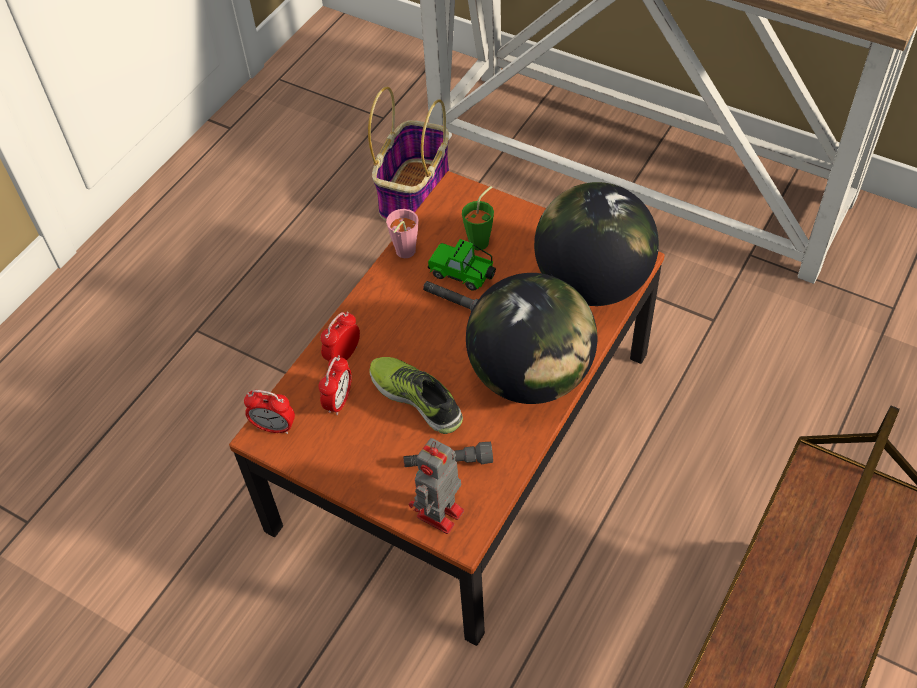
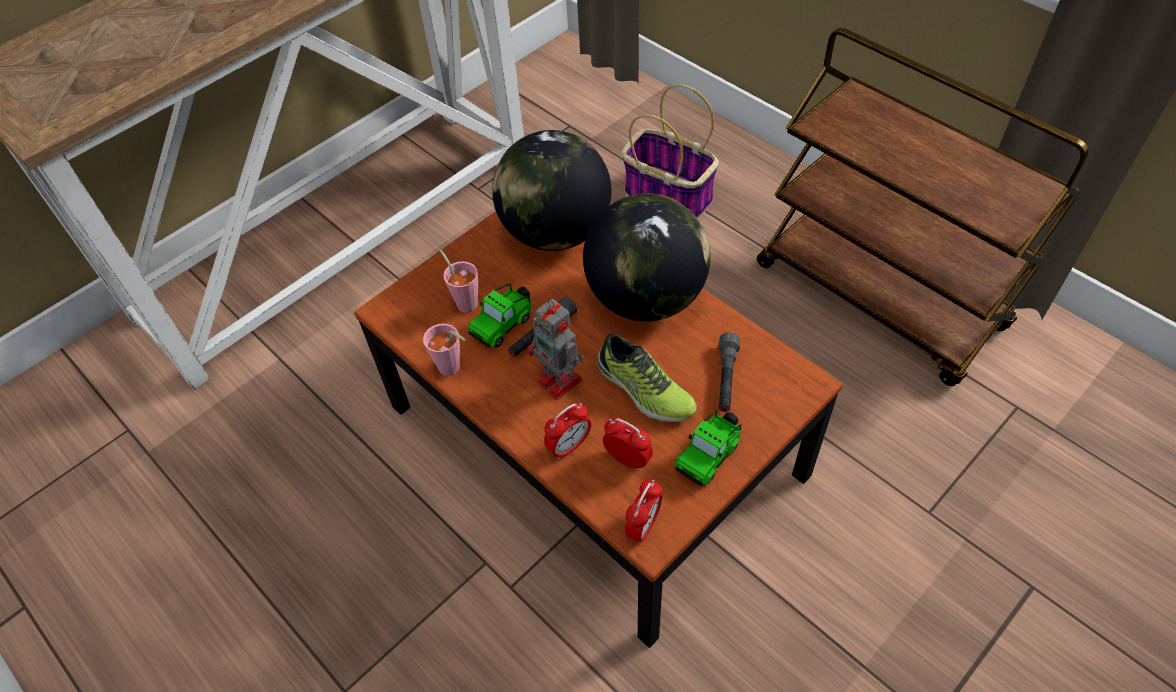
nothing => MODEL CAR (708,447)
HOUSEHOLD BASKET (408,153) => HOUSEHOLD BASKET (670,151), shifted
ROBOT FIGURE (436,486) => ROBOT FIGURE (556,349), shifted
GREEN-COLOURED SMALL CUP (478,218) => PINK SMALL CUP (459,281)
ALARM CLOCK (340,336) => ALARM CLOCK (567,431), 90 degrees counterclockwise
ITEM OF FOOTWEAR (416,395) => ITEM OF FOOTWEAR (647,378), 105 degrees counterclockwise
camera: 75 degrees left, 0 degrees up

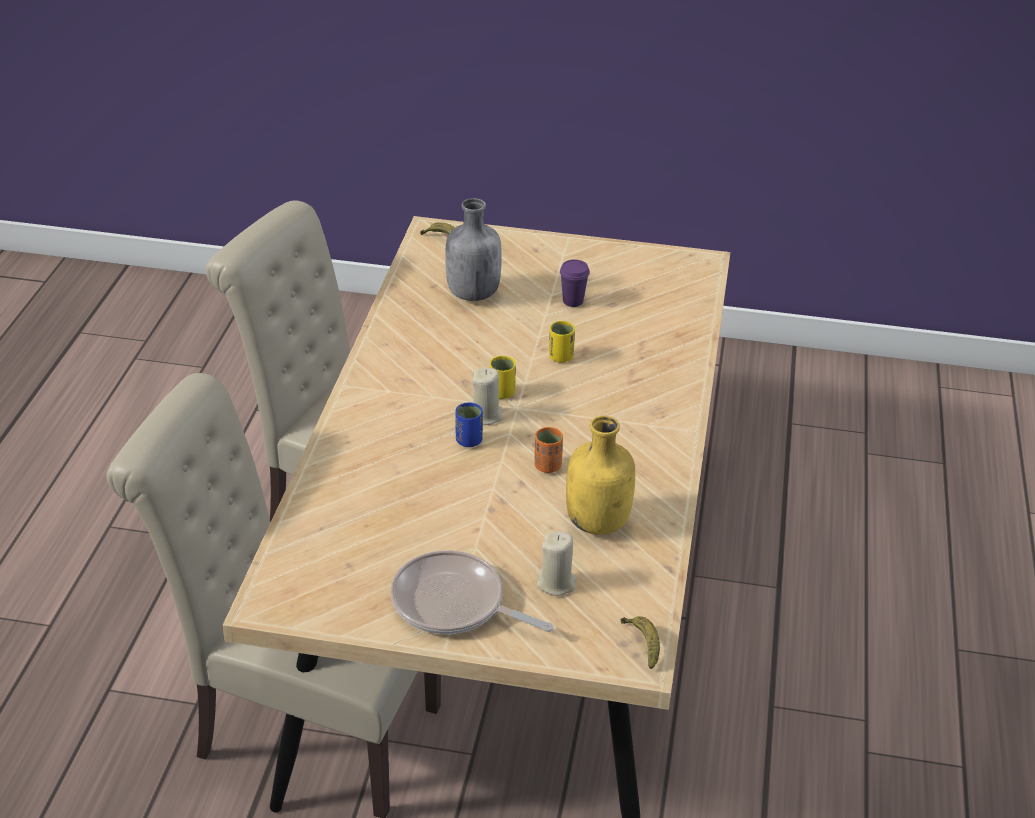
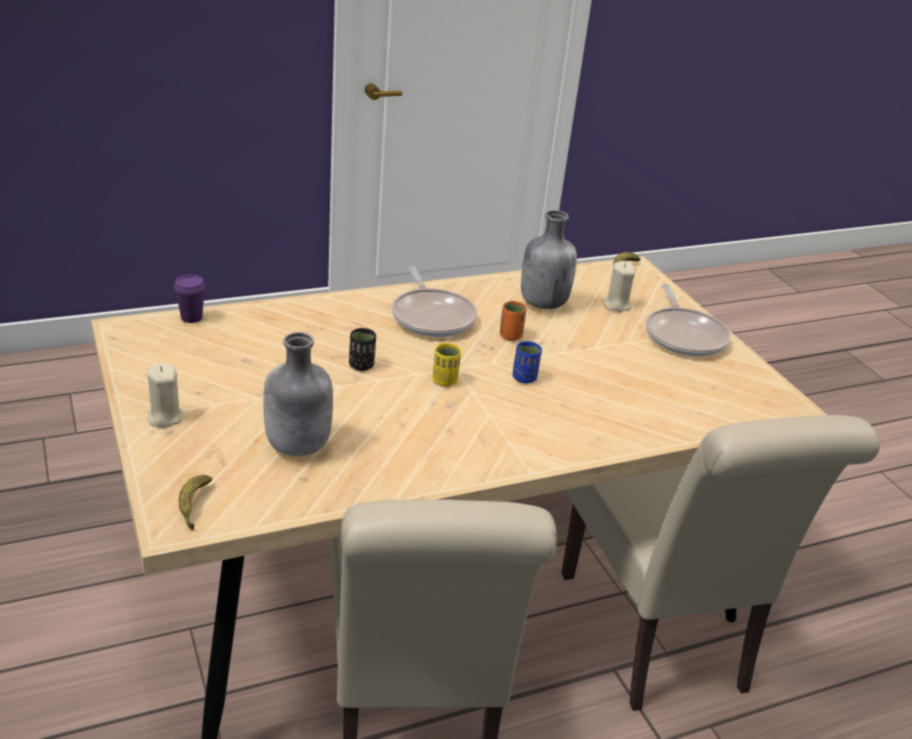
nothing => SKILLET (434,301)
SAND-COLOURED WAX LIGHT (487,396) => SAND-COLOURED WAX LIGHT (165,395), shifted
PURPLISH SMALL CUP (575,283) => PURPLISH SMALL CUP (190,298), shifted
YELLOW SMALL CUP (562,342) => BLACK-COLOURED SMALL CUP (362,349)
YELLOW DRINK BOTTLE (600,475) => GREYISH DRINK BOTTLE (549,259)
camera: 125 degrees left, 5 degrees down

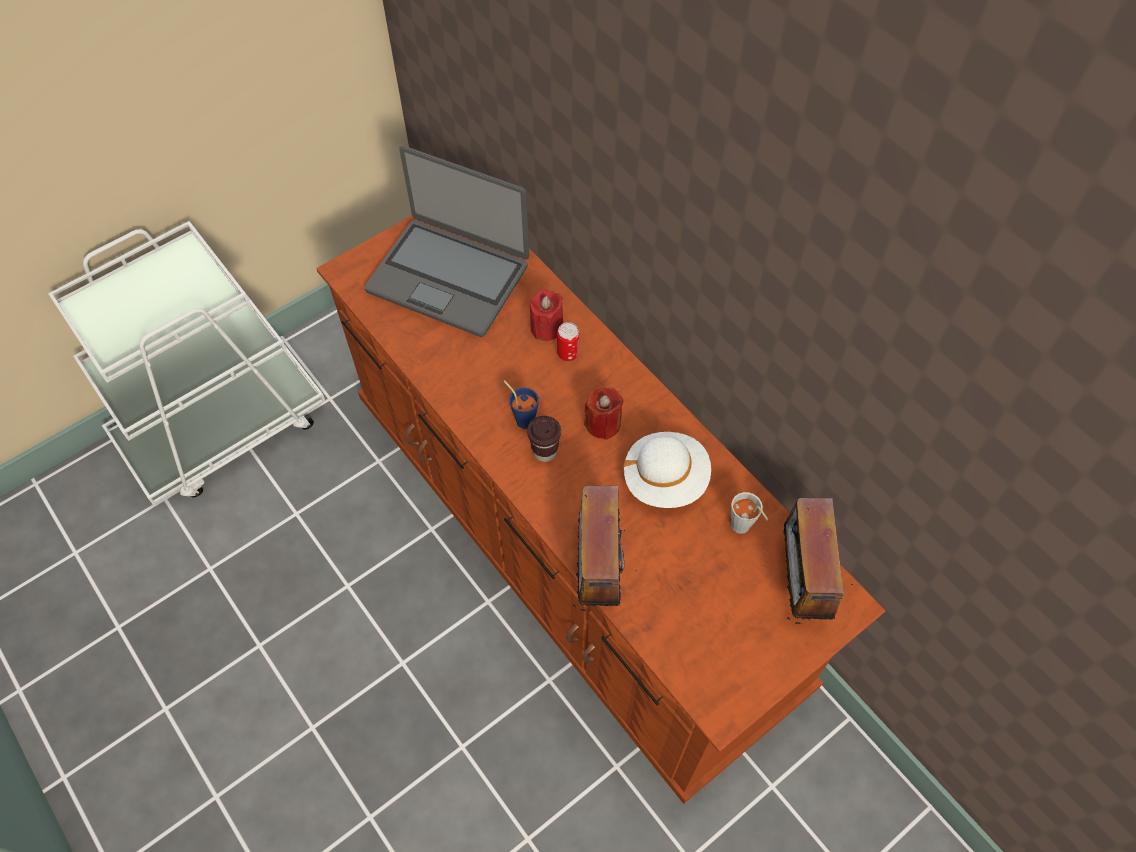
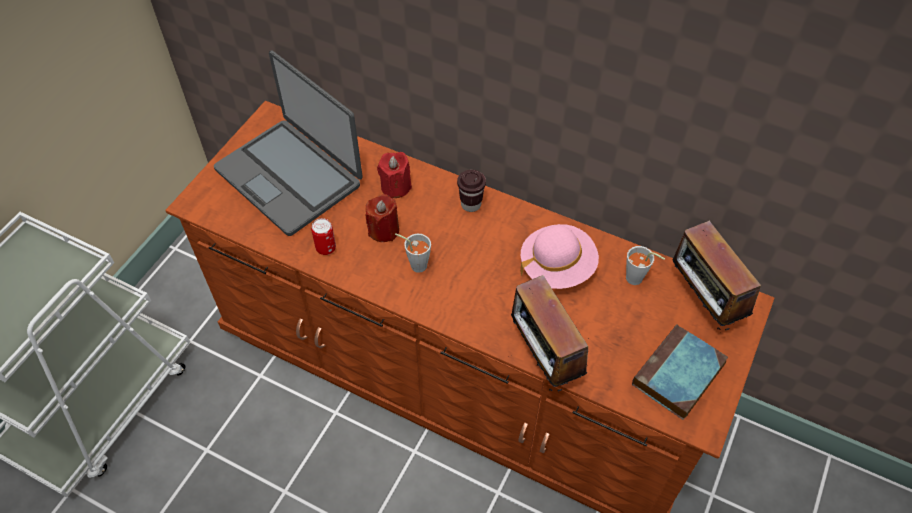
nothing => BOOK (680,372)
BROWNISH SMALL CUP (544,439) => BROWNISH SMALL CUP (471,191), shifted
SEALED CAN (568,341) => SEALED CAN (323,236), shifted
RED WAX LIGHT (603,414) => RED WAX LIGHT (382,218), shifted
BLUE-COLOURED SMALL CUP (521,404) => GREYISH SMALL CUP (413,253)
WHITE HAT (666,470) => PINK HAT (559,256)
PORTABLE COMPUTER (447,241) => PORTABLE COMPUTER (288,143), 45 degrees clockwise
camera: 25 degrees left, 5 degrees down

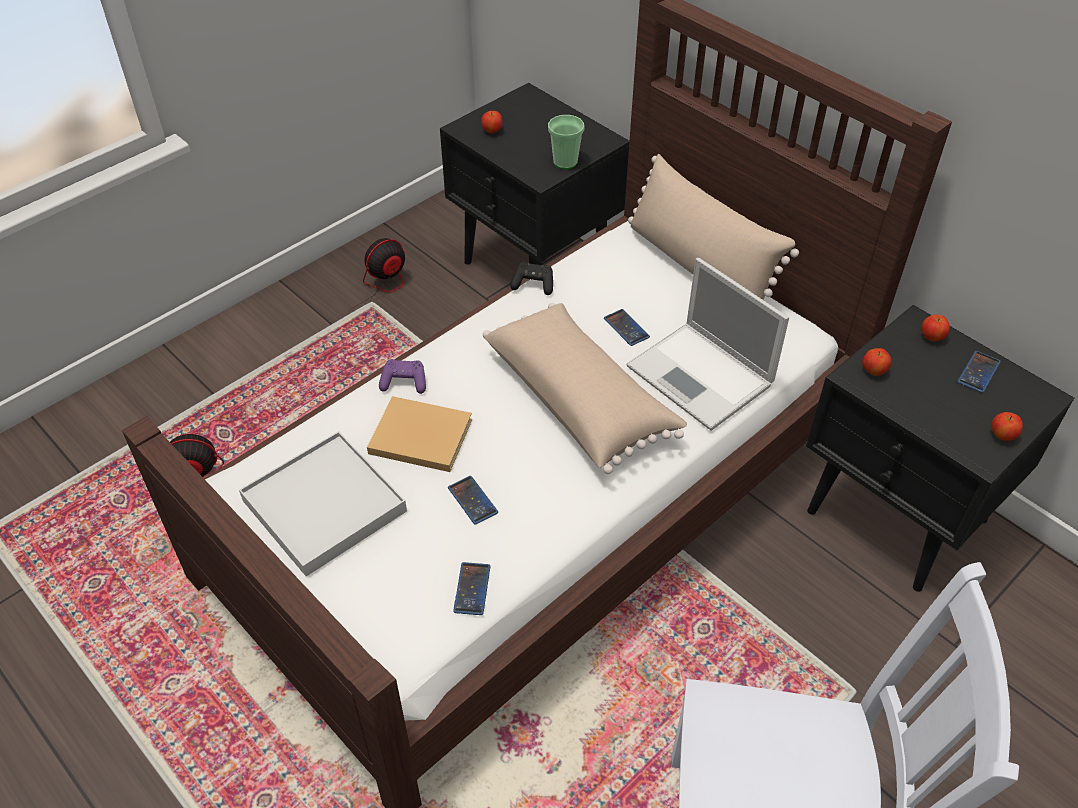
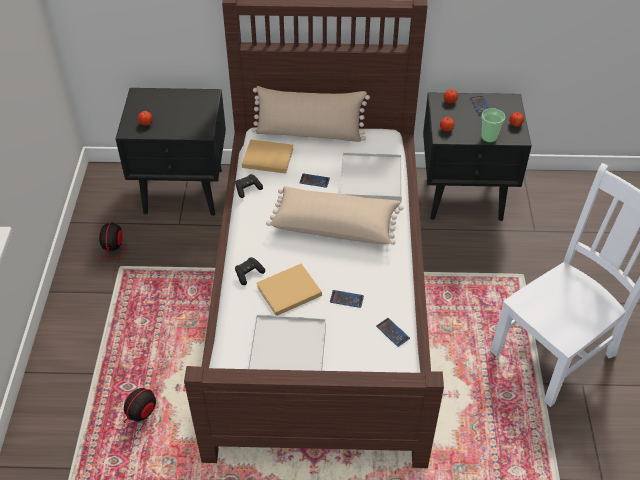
nothing => SAND-COLOURED BOOK (268,156)
SMALL CUP (566,142) => SMALL CUP (493,125), shifted
PORTABLE COMPUTER (707,344) => WHITE CARRYING TRAY (371,177)
PURPLISH GAME CONTROLLER (402,376) => BLACK-COLOURED GAME CONTROLLER (250,271)
camera: 45 degrees left, 0 degrees up

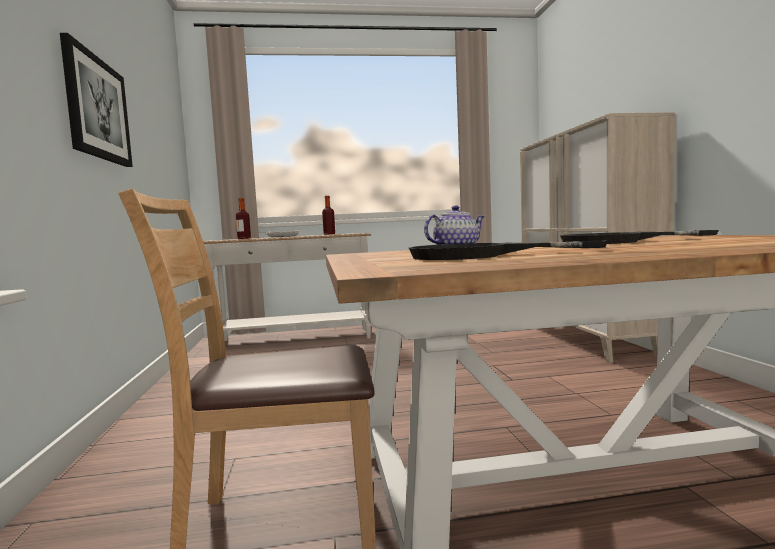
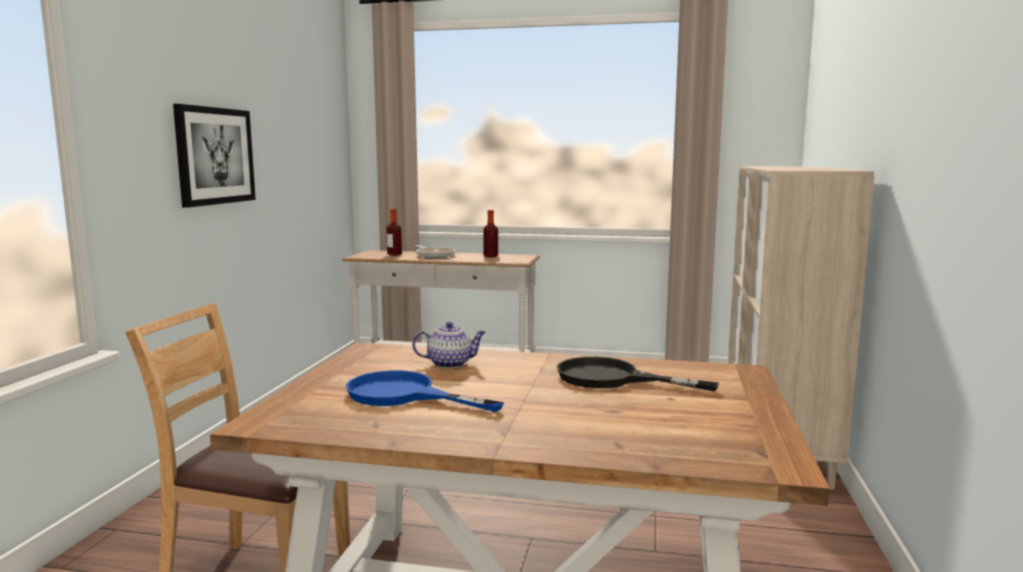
BLACK-COLOURED SKILLET (508,250) => BLUE-COLOURED SKILLET (425,391)
camera: 20 degrees right, 5 degrees up

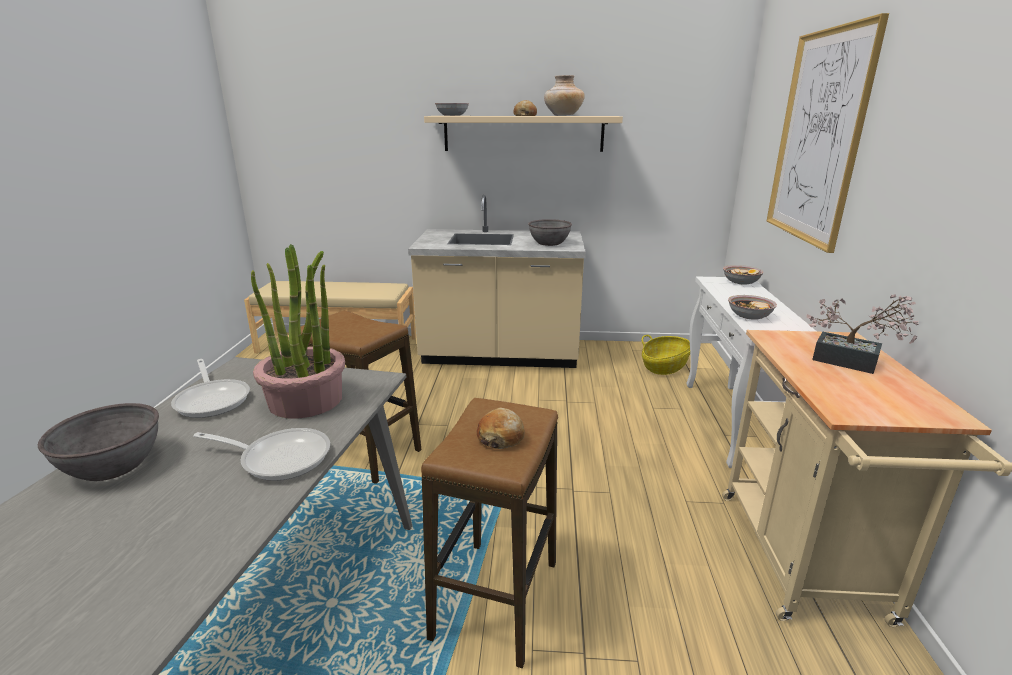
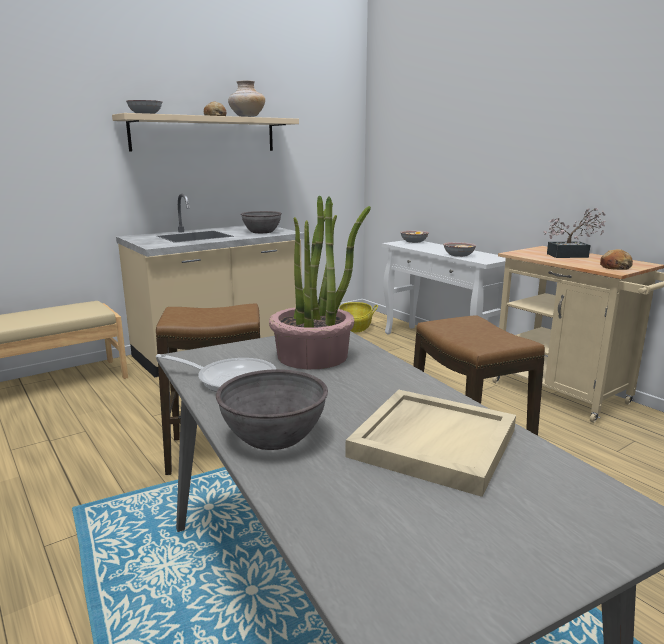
SKILLET (261,454) => nothing
WALL PICTURE (828,133) => nothing
nothing => SAND-COLOURED CARRYING TRAY (431,443)
BREAD (501,428) => BREAD (616,259), shifted
camera: 40 degrees left, 5 degrees down

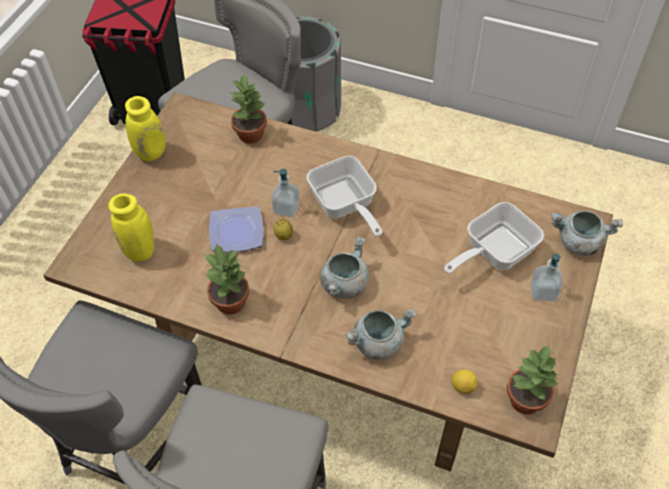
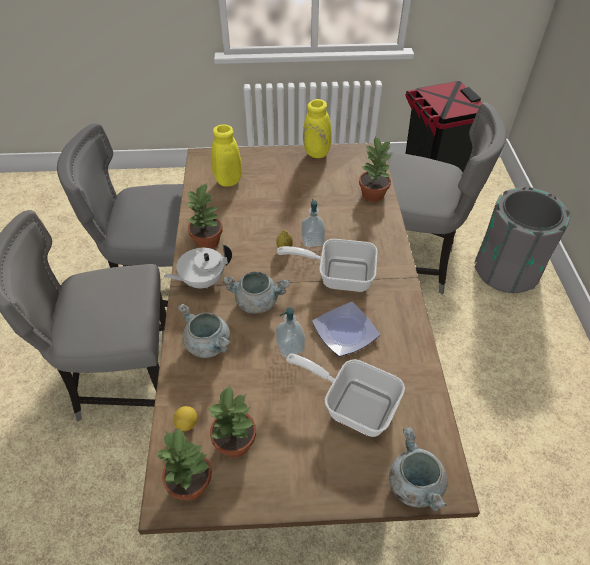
nothing => WHITE POT FOR TEA (198,266)
nothing => PLANT IN A POT (232,421)
DINNER PLATE (236,229) => DINNER PLATE (346,329), shifted
SOAP BOTTLE (547,277) => SOAP BOTTLE (290,332), shifted
SKILLET (344,196) => SKILLET (327,265), 60 degrees clockwise
camera: 65 degrees right, 5 degrees down

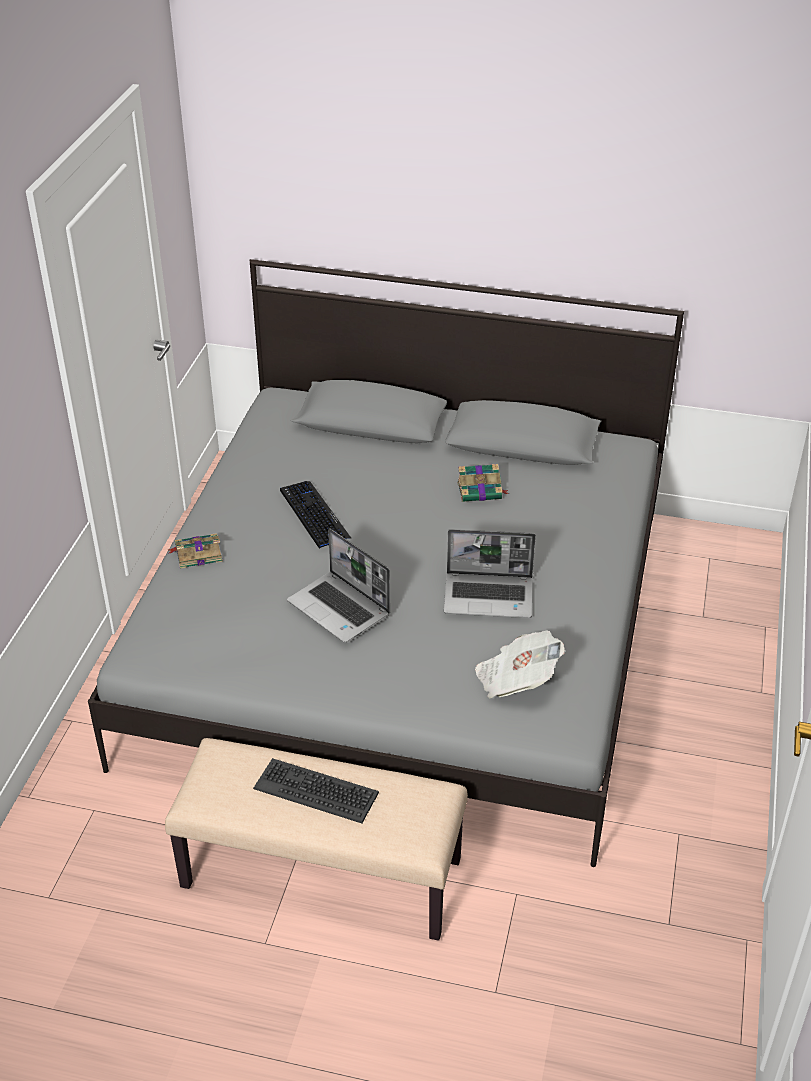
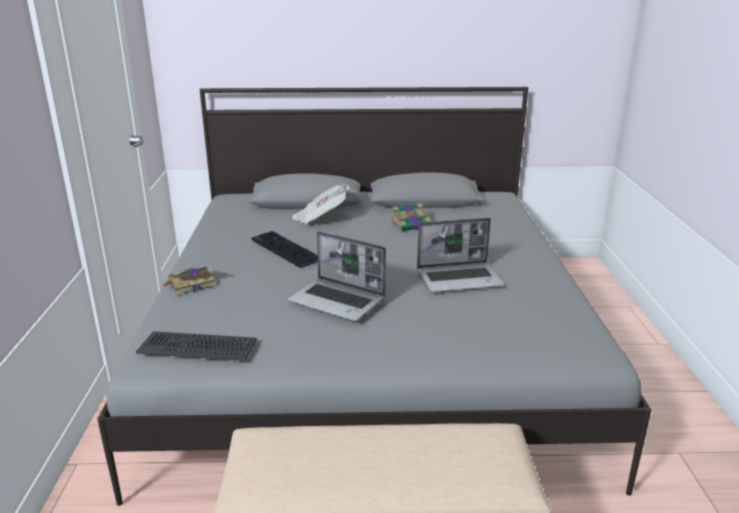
KEYBOARD (316,790) => KEYBOARD (196,346), shifted
NEWSPAPER (520,664) => NEWSPAPER (321,205), shifted
camera: 15 degrees left, 15 degrees down

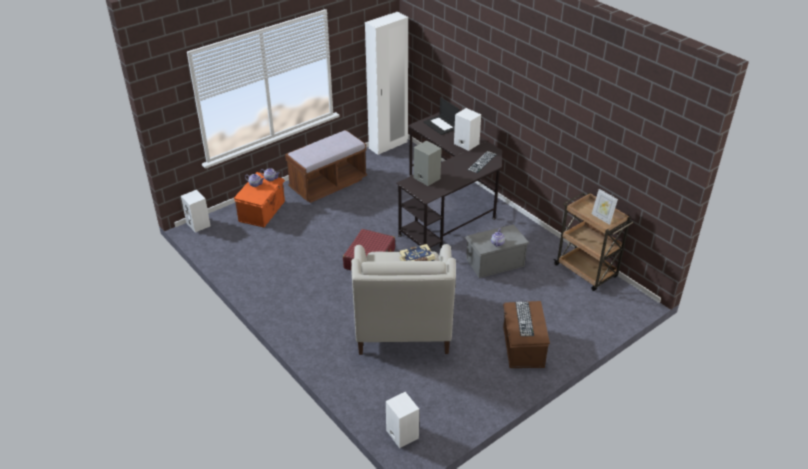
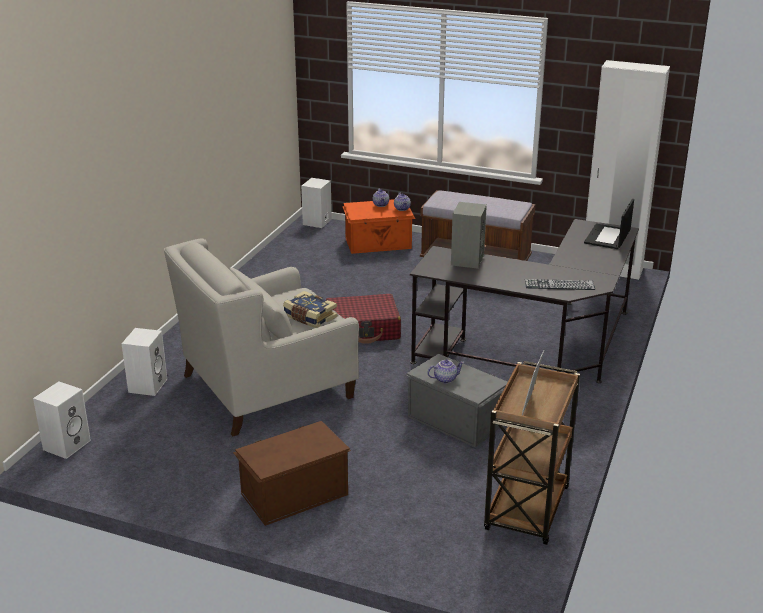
KEYBOARD (524,319) => nothing
WHITE AUDIO SPEAKER (467,129) => WHITE AUDIO SPEAKER (144,362), shifted
camera: 60 degrees right, 10 degrees down

